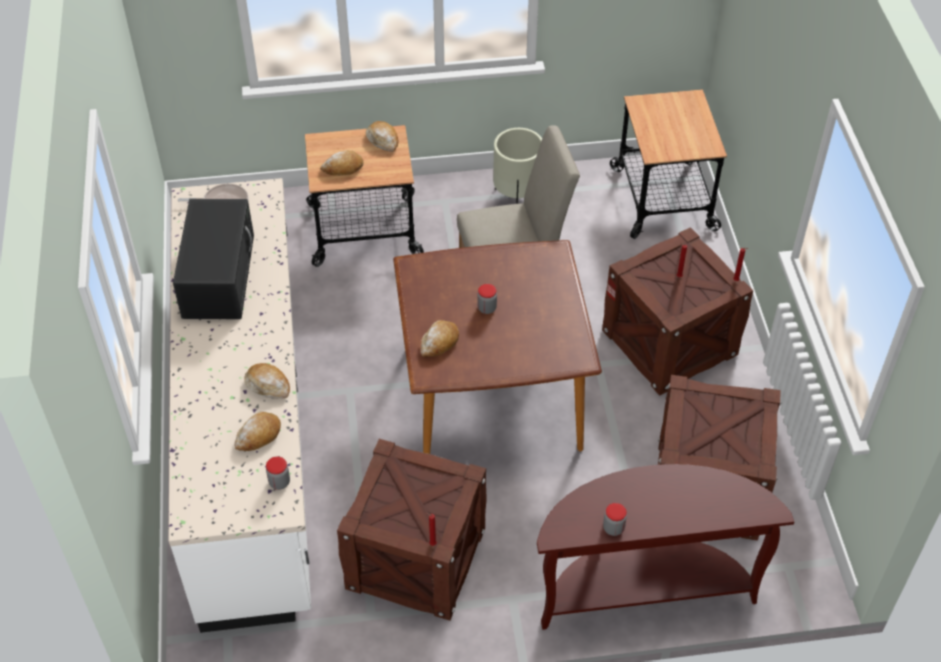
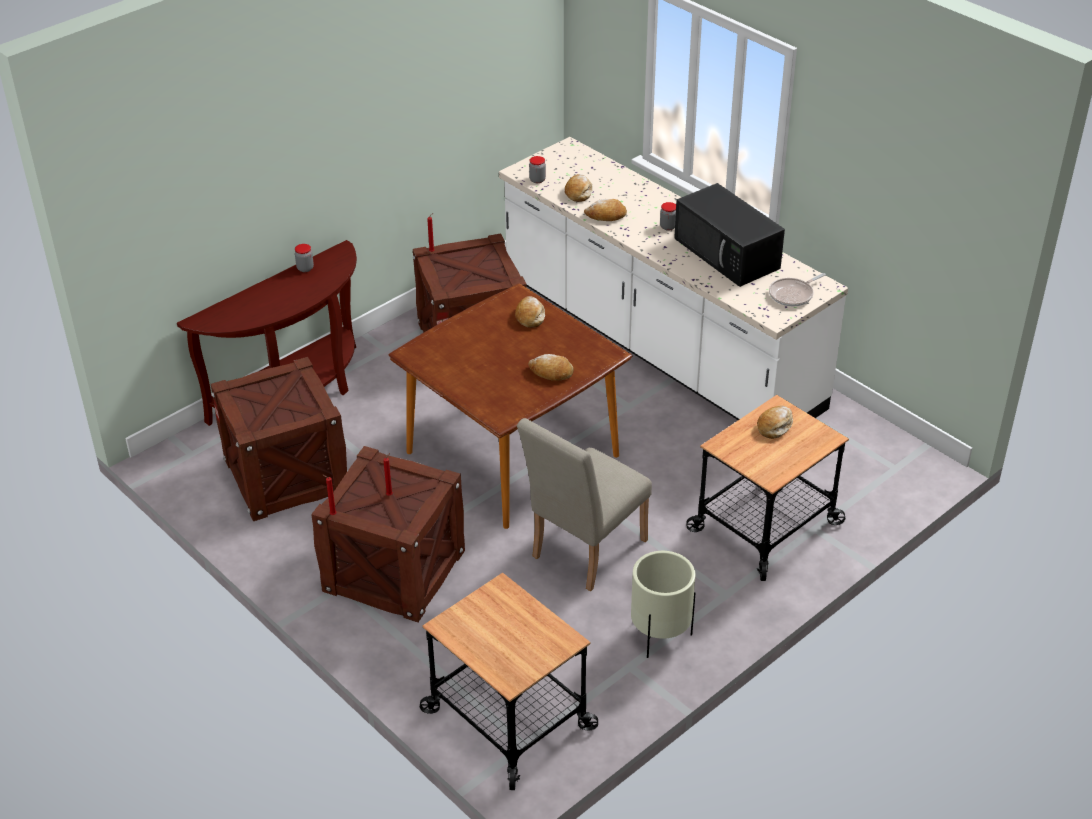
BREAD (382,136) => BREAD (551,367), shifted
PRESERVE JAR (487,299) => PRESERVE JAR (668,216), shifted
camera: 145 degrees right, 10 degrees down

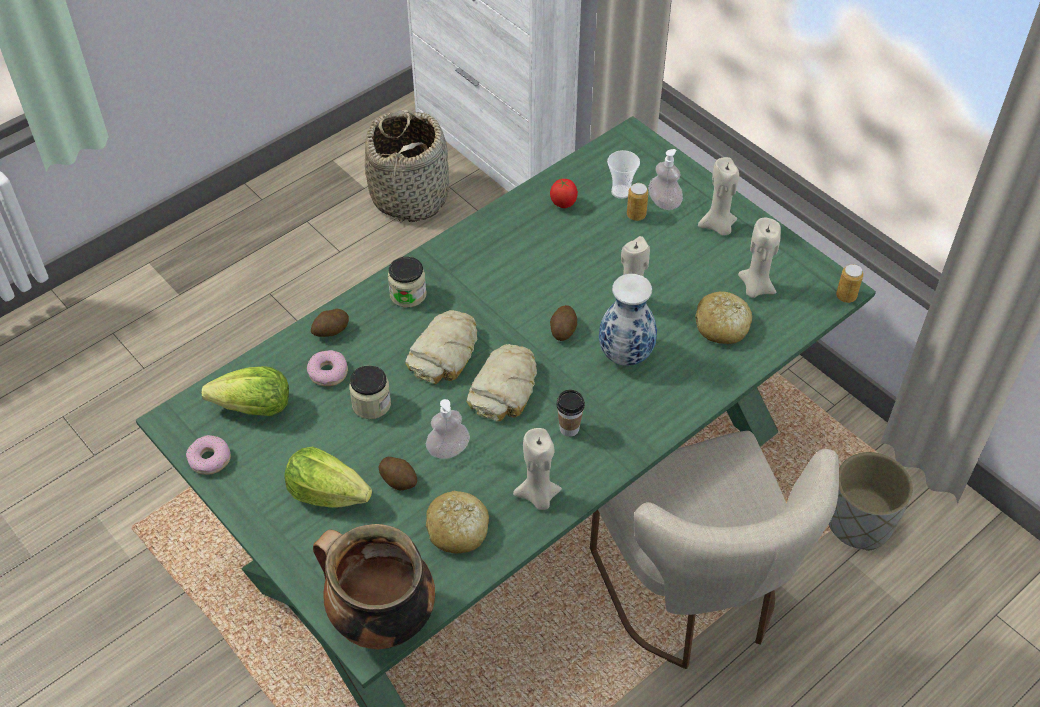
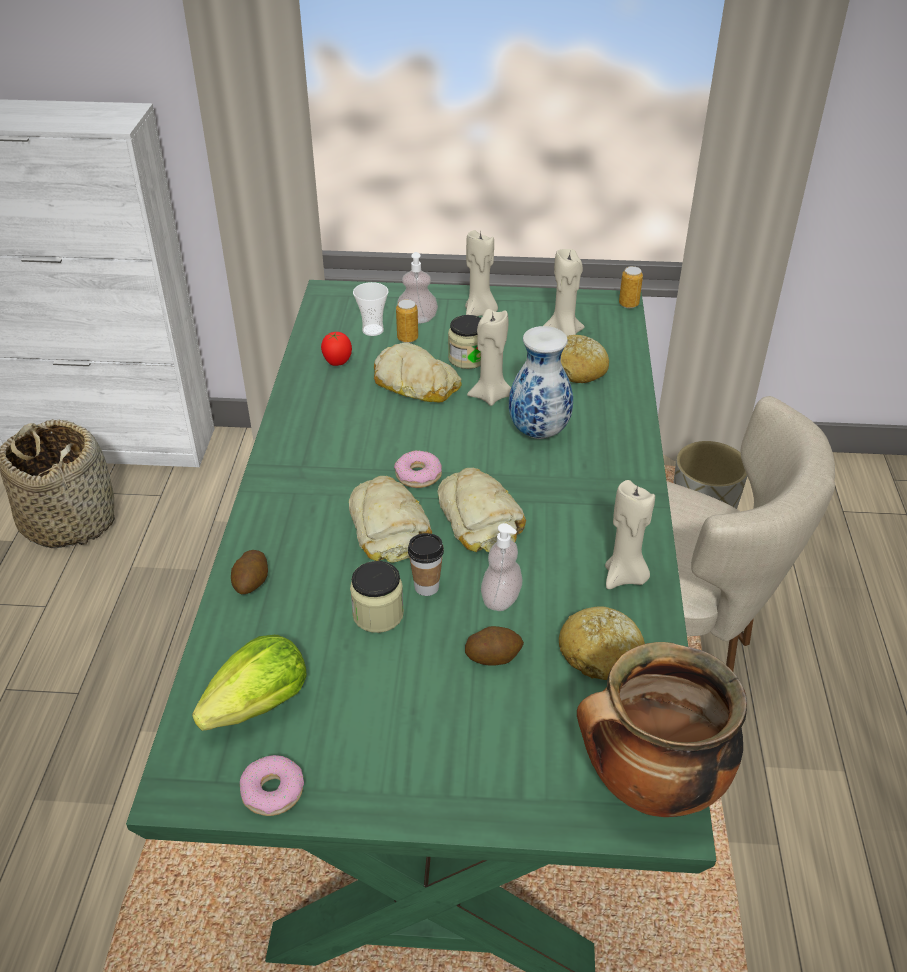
LETTUCE (328,477) => nothing
SPUD (563,323) => nothing
nothing => BREAD (418,372)
RING DOUGHNUT (327,368) => RING DOUGHNUT (418,469), shifted
PRESERVE JAR (407,282) => PRESERVE JAR (464,342), shifted
SMALL CUP (570,413) => SMALL CUP (426,564), shifted
camera: 45 degrees left, 10 degrees down

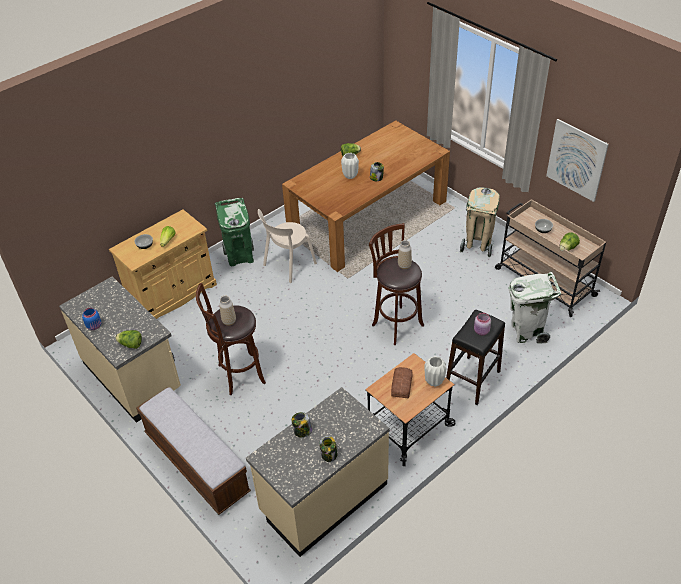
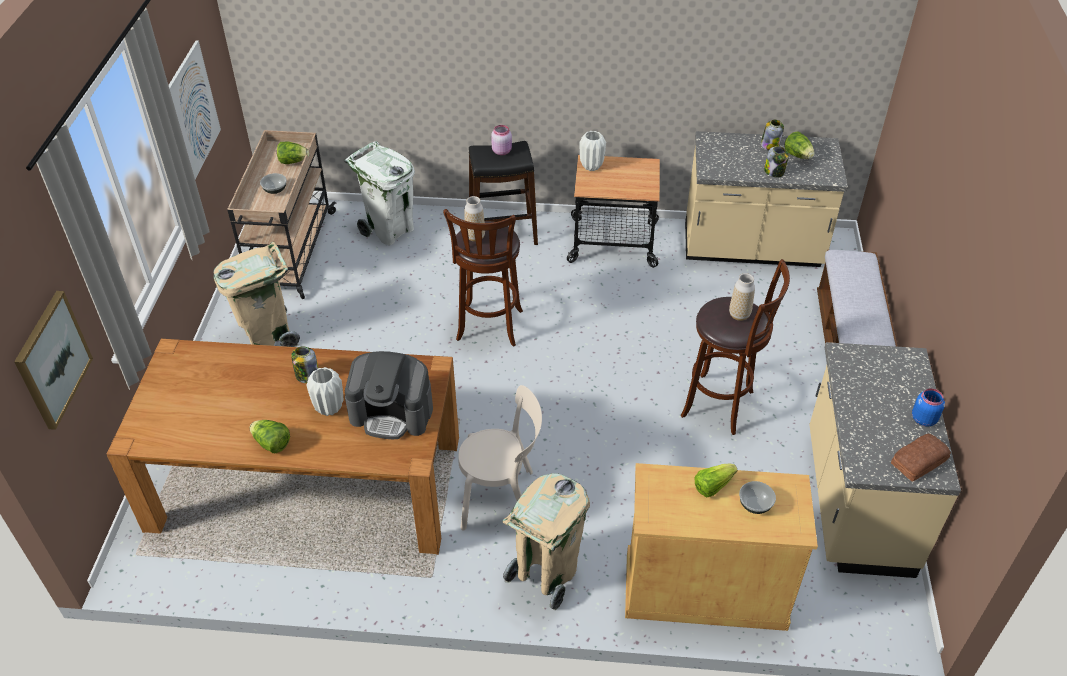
nothing => WALL PICTURE (53,360)
nothing => COFFEE MACHINE (389,395)
LETTUCE (128,339) => LETTUCE (799,145), shifted
BREAD (402,382) => BREAD (921,458), shifted
GREEN-COLOURED WASTE BIN (234,232) => SAND-COLOURED WASTE BIN (546,541)
camera: 135 degrees left, 0 degrees up

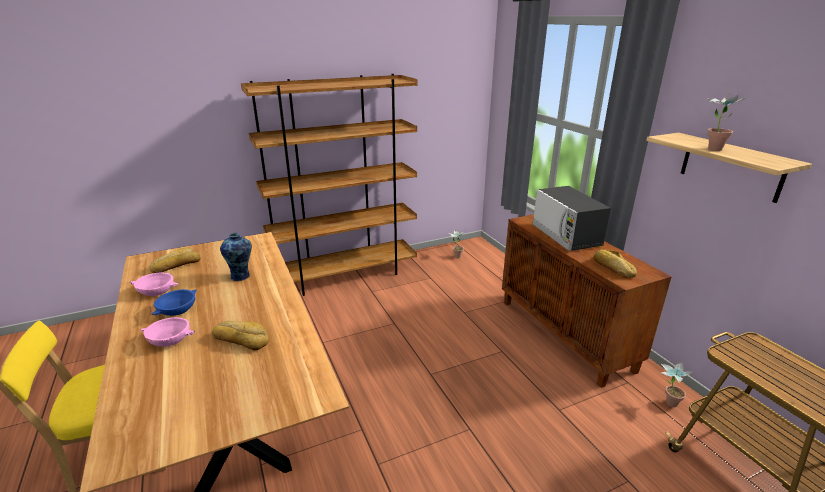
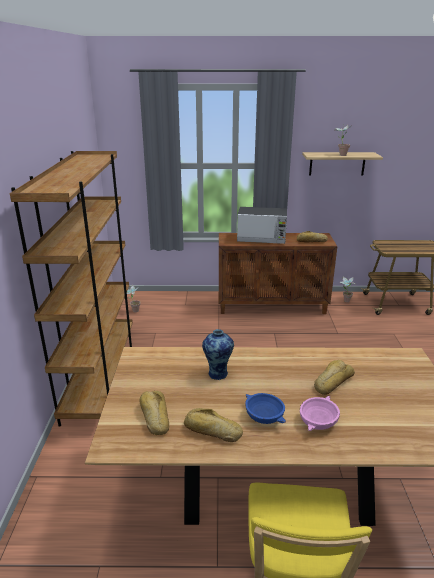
PINK SERVING BOWL (154,284) => BREAD (213,425)
camera: 65 degrees left, 0 degrees up

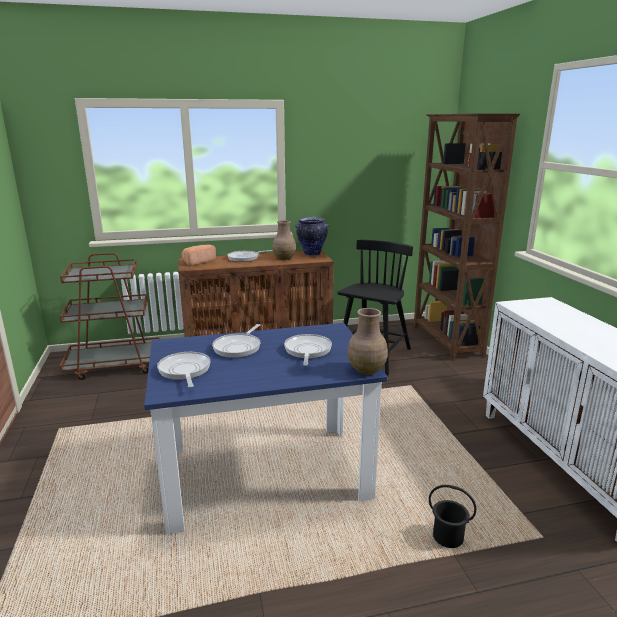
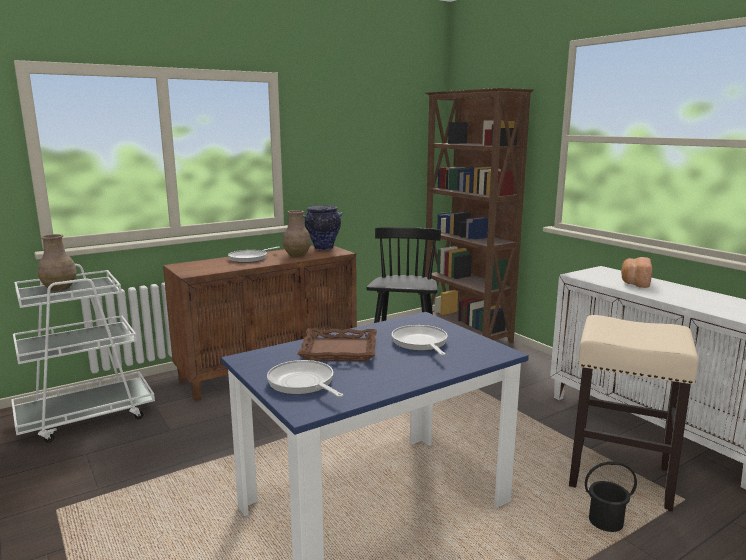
nothing => SAND-COLOURED SITTING STOOL (634,413)
BREAD (198,255) => BREAD (636,272), shifted
BROWNISH VASE (367,341) => BROWNISH VASE (57,262), shifted
SKILLET (236,341) => BROWNISH CARRYING TRAY (337,344)
BROWNISH CART (110,316) => WHITE CART (83,353)
camera: 20 degrees left, 5 degrees down

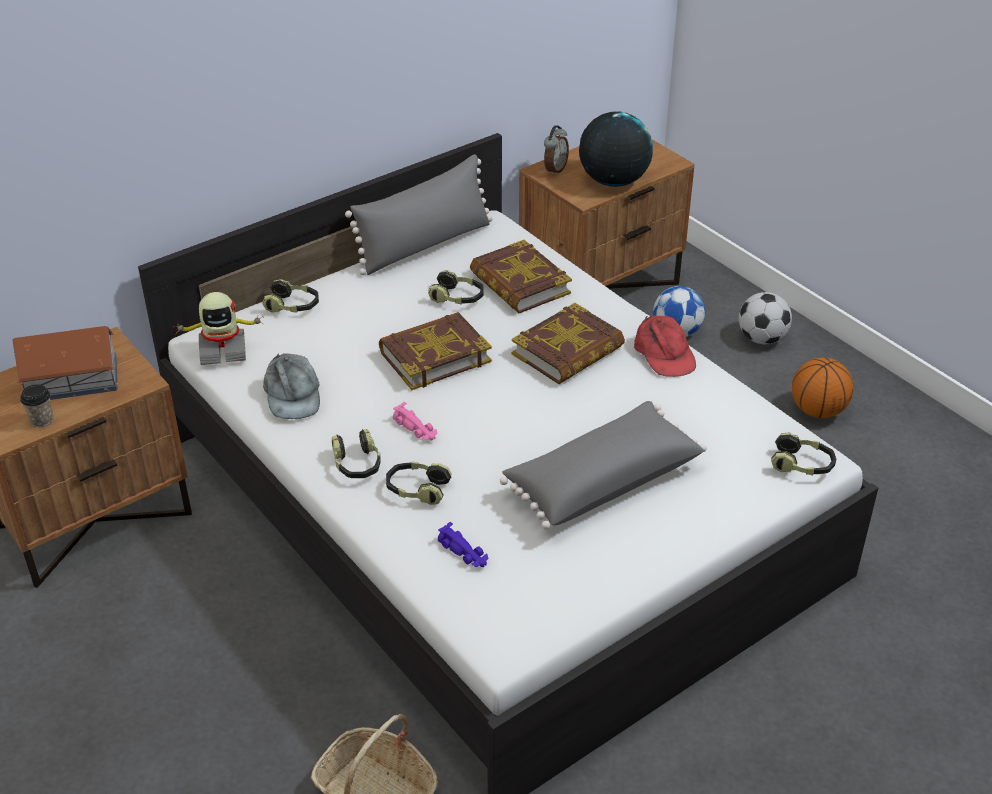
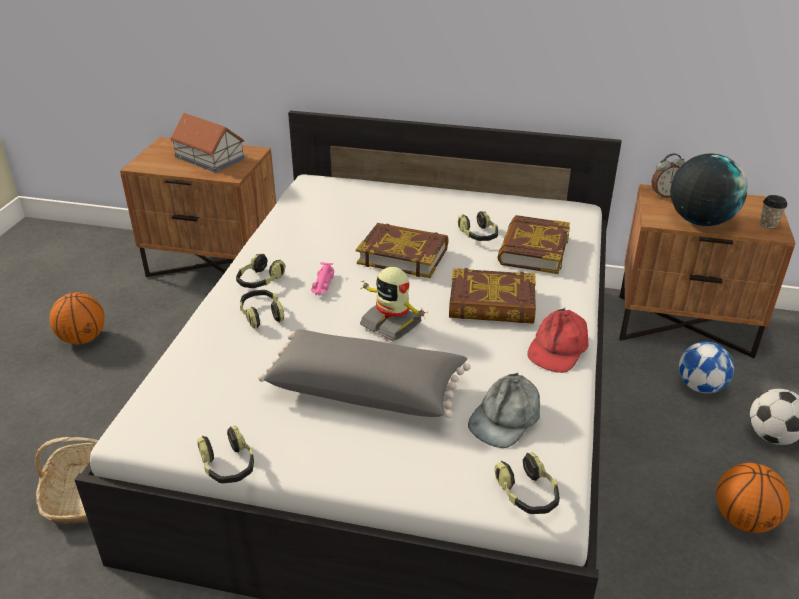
GREYISH THROW PILLOW (419,214) => nothing
PURPLISH MODEL CAR (463,544) => nothing
nothing => BASKETBALL (77,318)
SMALL CUP (36,406) => SMALL CUP (773,211), shifted
ROBOT FIGURE (219,328) => ROBOT FIGURE (394,304), shifted
HEADSET (290,296) => HEADSET (225,455), shifted
GREYISH BASEBALL CAP (291,386) => GREYISH BASEBALL CAP (504,410), shifted
camera: 50 degrees right, 5 degrees down

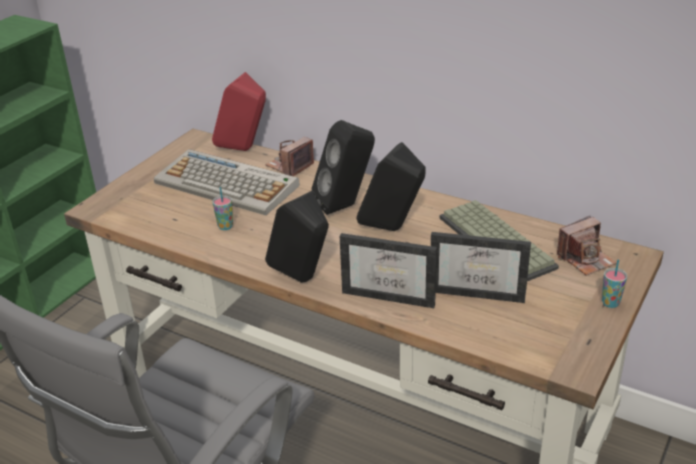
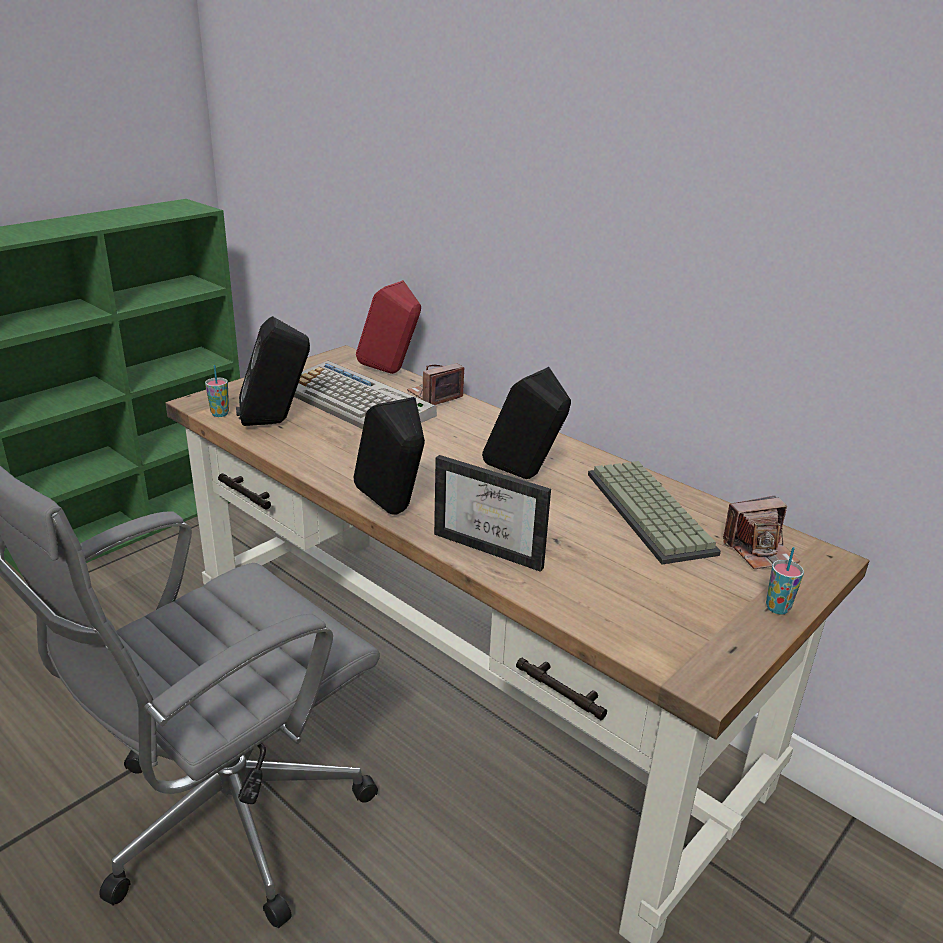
PHOTO FRAME (481,267) => nothing
SMALL CUP (223,208) => SMALL CUP (217,391), shifted
BLACK-COLOURED AUDIO SPEAKER (343,167) => BLACK-COLOURED AUDIO SPEAKER (273,371), shifted
camera: 10 degrees right, 5 degrees down

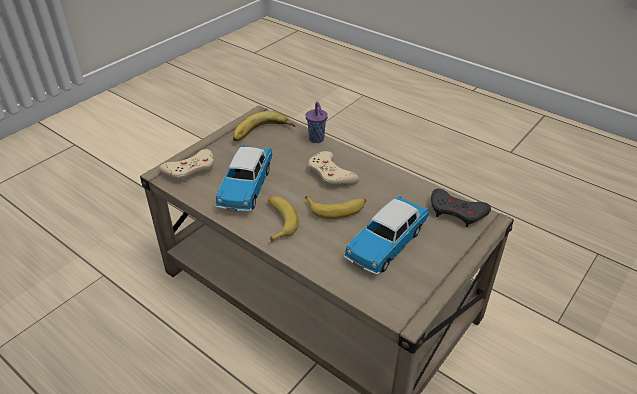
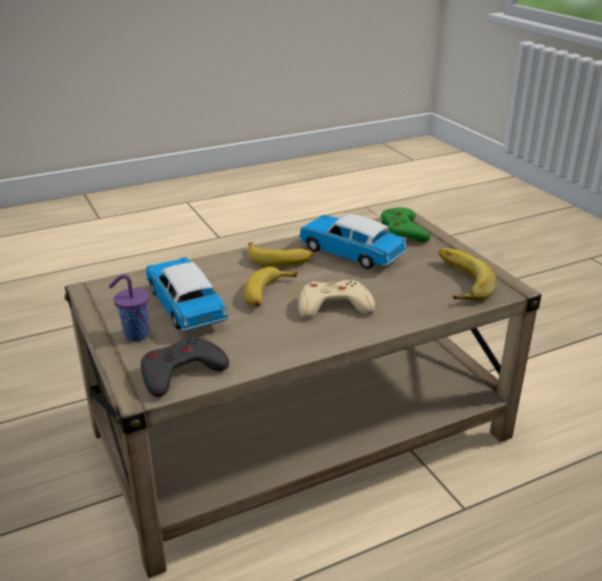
PURPLISH SMALL CUP (317,122) => PURPLISH SMALL CUP (129,308), shifted
SAND-COLOURED GAME CONTROLLER (186,166) => GREEN-COLOURED GAME CONTROLLER (405,224)
camera: 115 degrees right, 10 degrees down

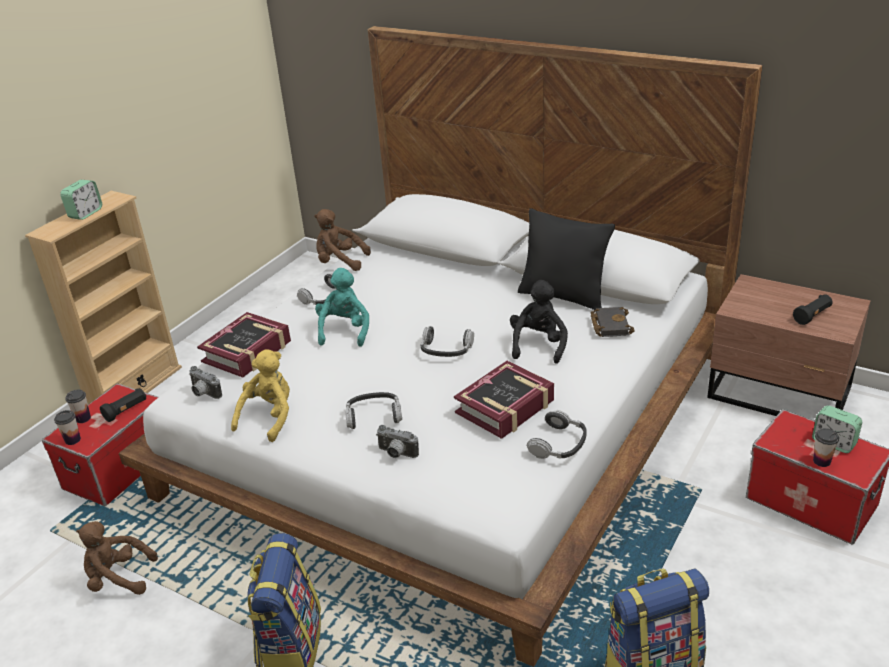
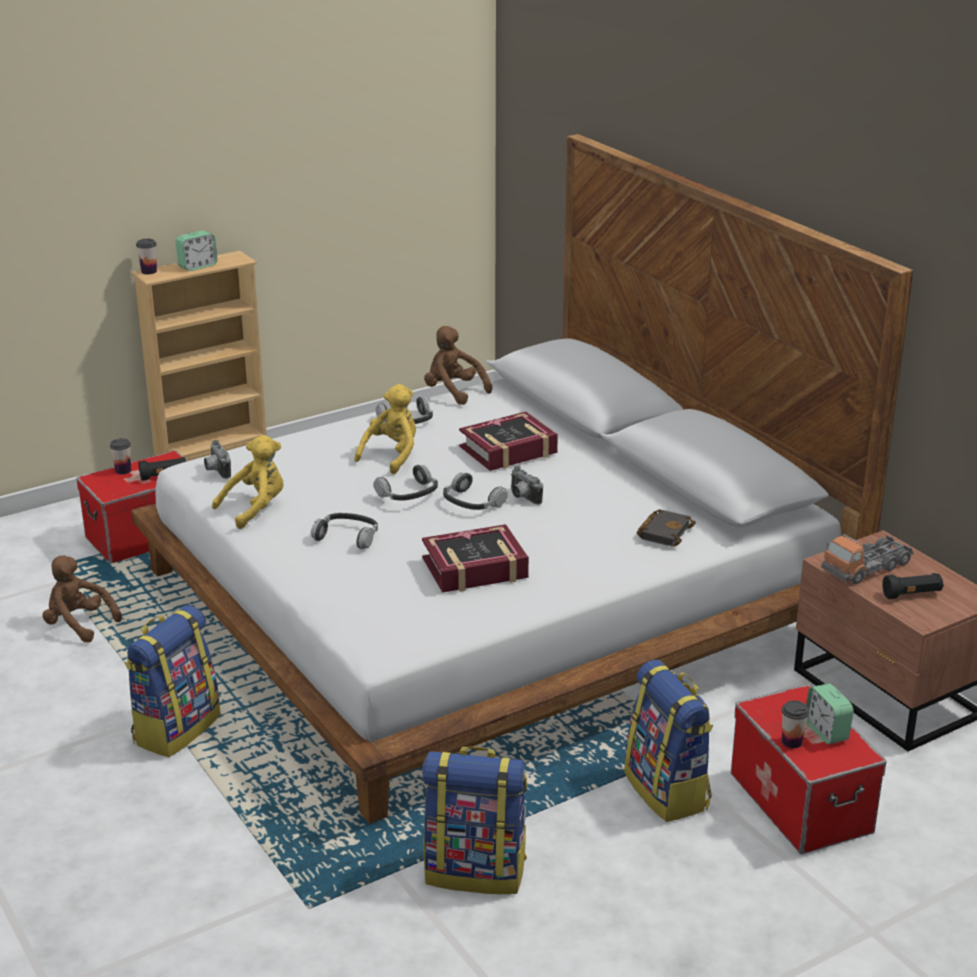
BLACK-COLOURED SOFT TOY (539,322) => nothing
BLACK-COLOURED THROW PILLOW (566,259) => nothing
nothing => KNAPSACK (669,741)
nothing => TOY LORRY (867,559)
SMALL CUP (67,427) => SMALL CUP (146,257), shifted
BOOK (244,345) => BOOK (508,441), shifted
PHOTO CAMERA (397,441) => PHOTO CAMERA (527,485), shifted
HEADSET (557,434) => HEADSET (405,483), shifted
TURQUOISE-COLOURED SOFT TOY (342,307) => YELLOW SOFT TOY (385,429)
camera: 25 degrees right, 5 degrees down

